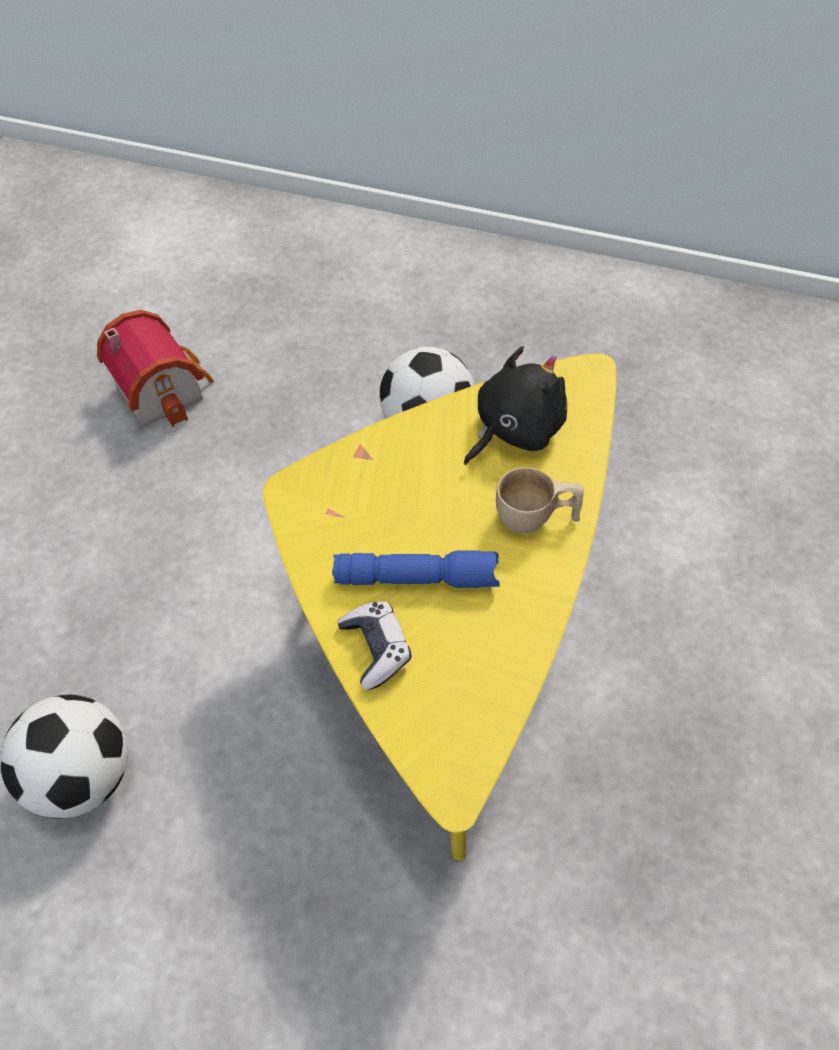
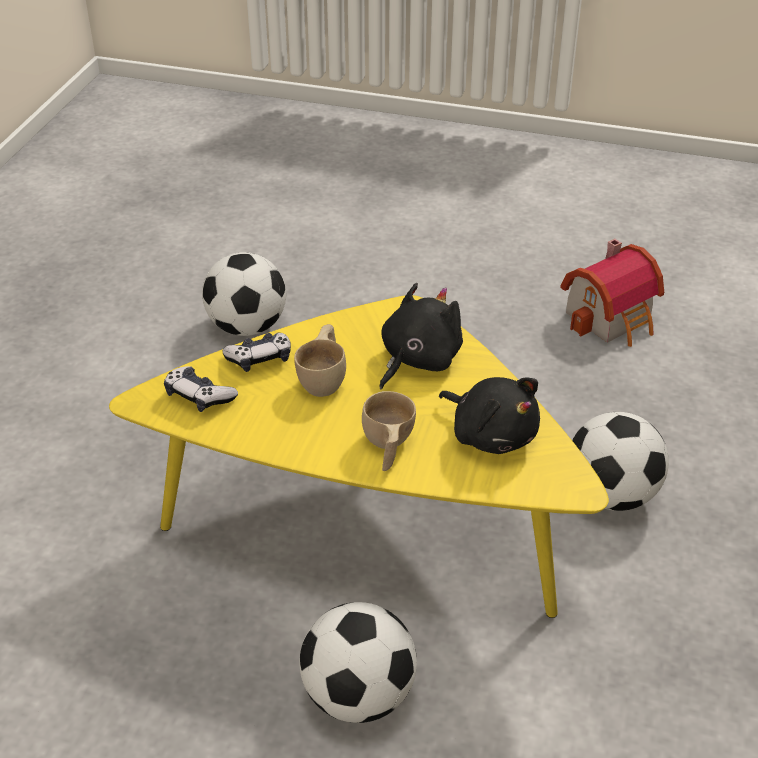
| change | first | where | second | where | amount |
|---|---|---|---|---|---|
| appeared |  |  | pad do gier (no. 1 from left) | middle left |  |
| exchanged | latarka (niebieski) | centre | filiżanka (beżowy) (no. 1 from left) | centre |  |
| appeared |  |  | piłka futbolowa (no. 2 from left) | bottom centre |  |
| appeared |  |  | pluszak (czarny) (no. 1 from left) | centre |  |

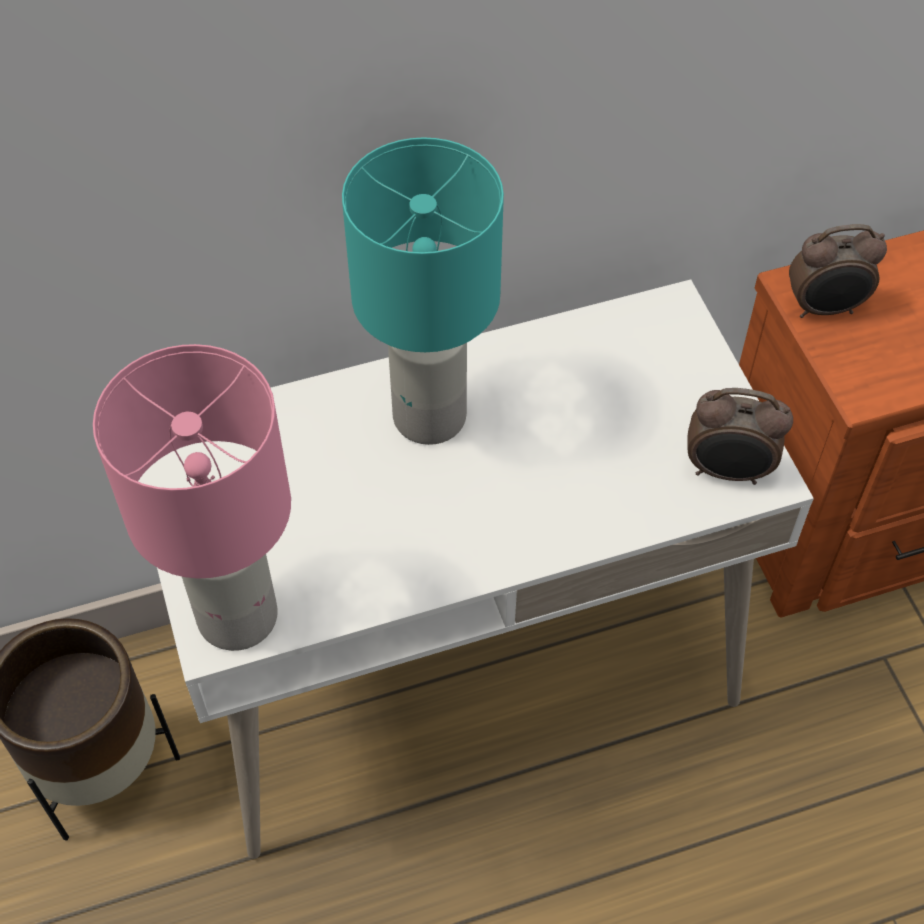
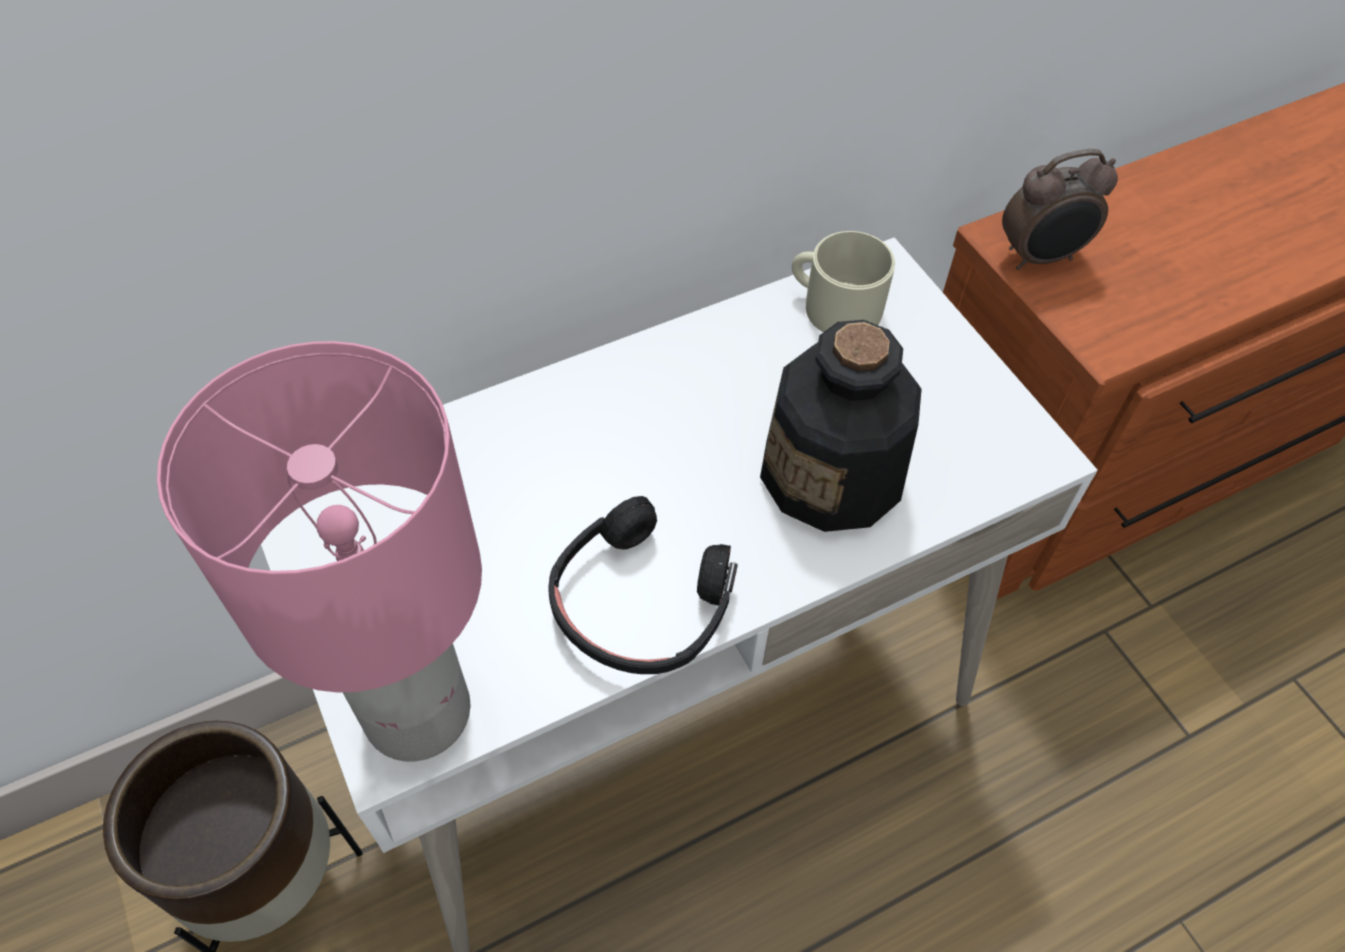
| change | first | where | second | where | amount |
|---|---|---|---|---|---|
| appeared |  |  | słuchawki (czarny) | centre |  |
| appeared |  |  | butelka | centre |  |
| appeared |  |  | kubek (beżowy) | top centre |  |
| missing | lampa stołowa (turkusowy) | top centre |  |  |  |
| missing | budzik (no. 1 from left) | middle right |  |  |  |

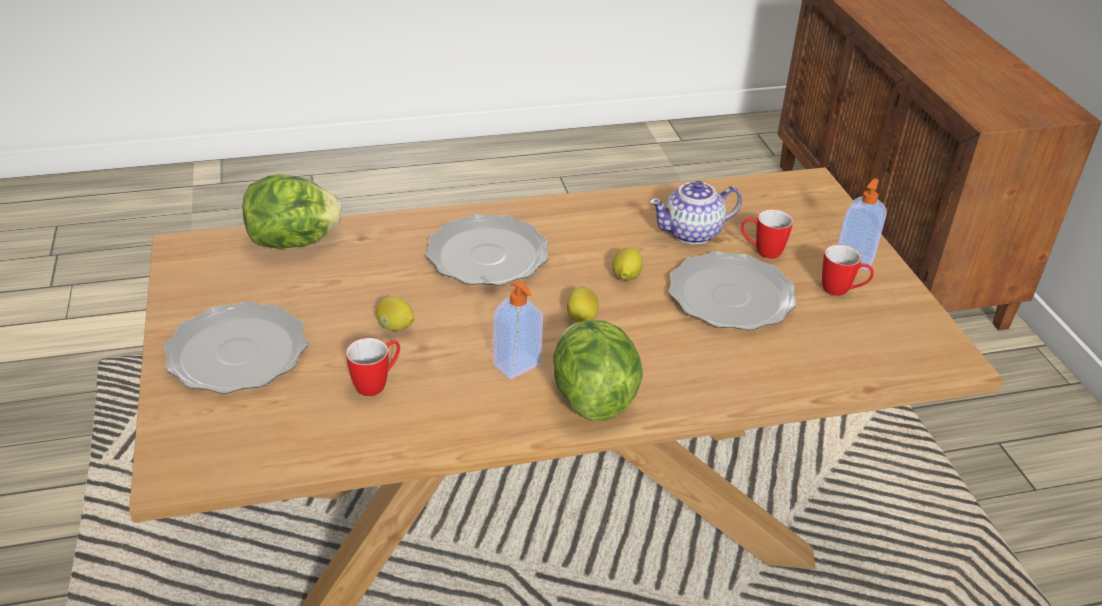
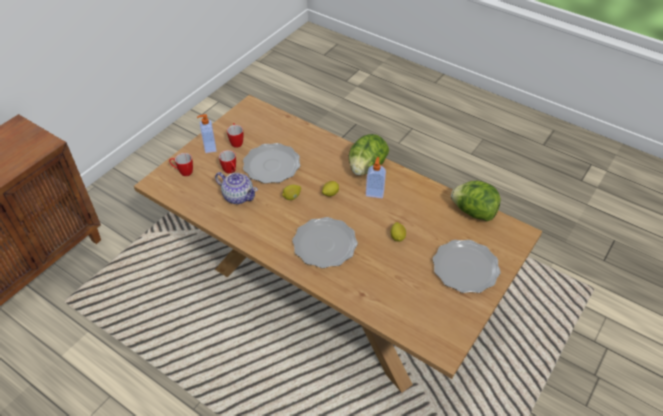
| change | first | where | second | where | amount |
|---|---|---|---|---|---|
| relocated | kubek (no. 1 from left) | centre |  | middle left |  |
| relocated | sałata (no. 1 from left in the first image) | middle left | sałata (no. 2 from left) | middle right |  |

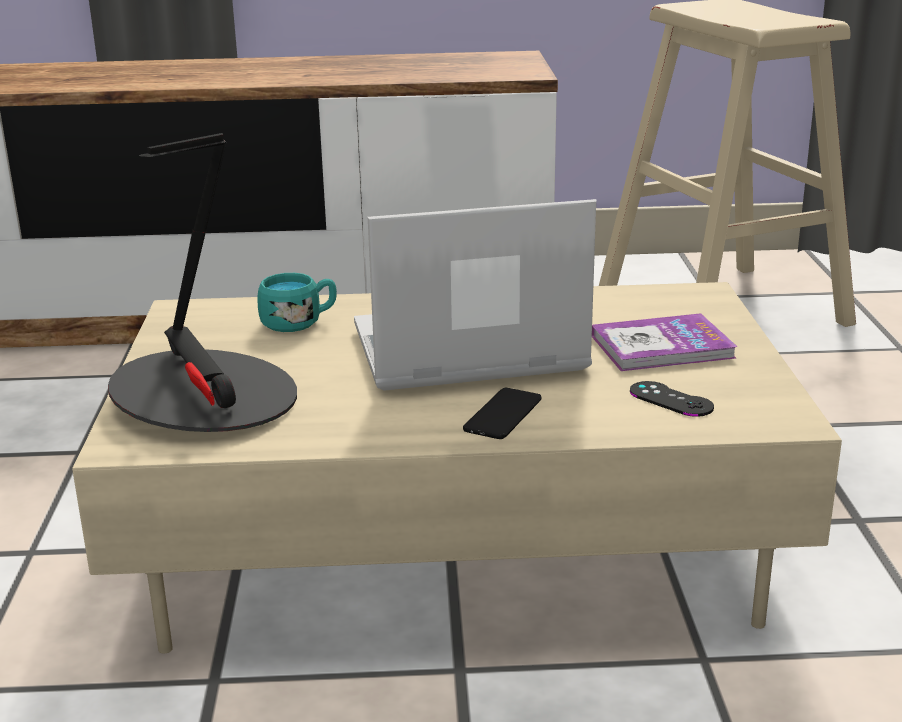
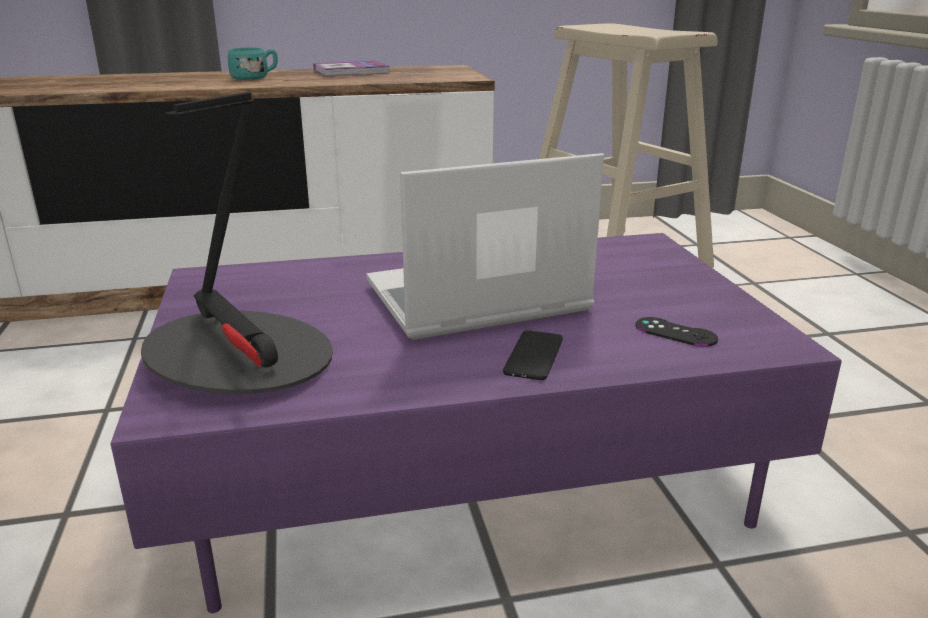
| change | first | where | second | where | amount |
|---|---|---|---|---|---|
| colour | ława (beżowy) | centre | ława (fioletowy) | bottom centre |  |
| relocated | kubek (turkusowy) | middle left |  | top left |  |
| relocated | książka | middle right |  | top centre |  |

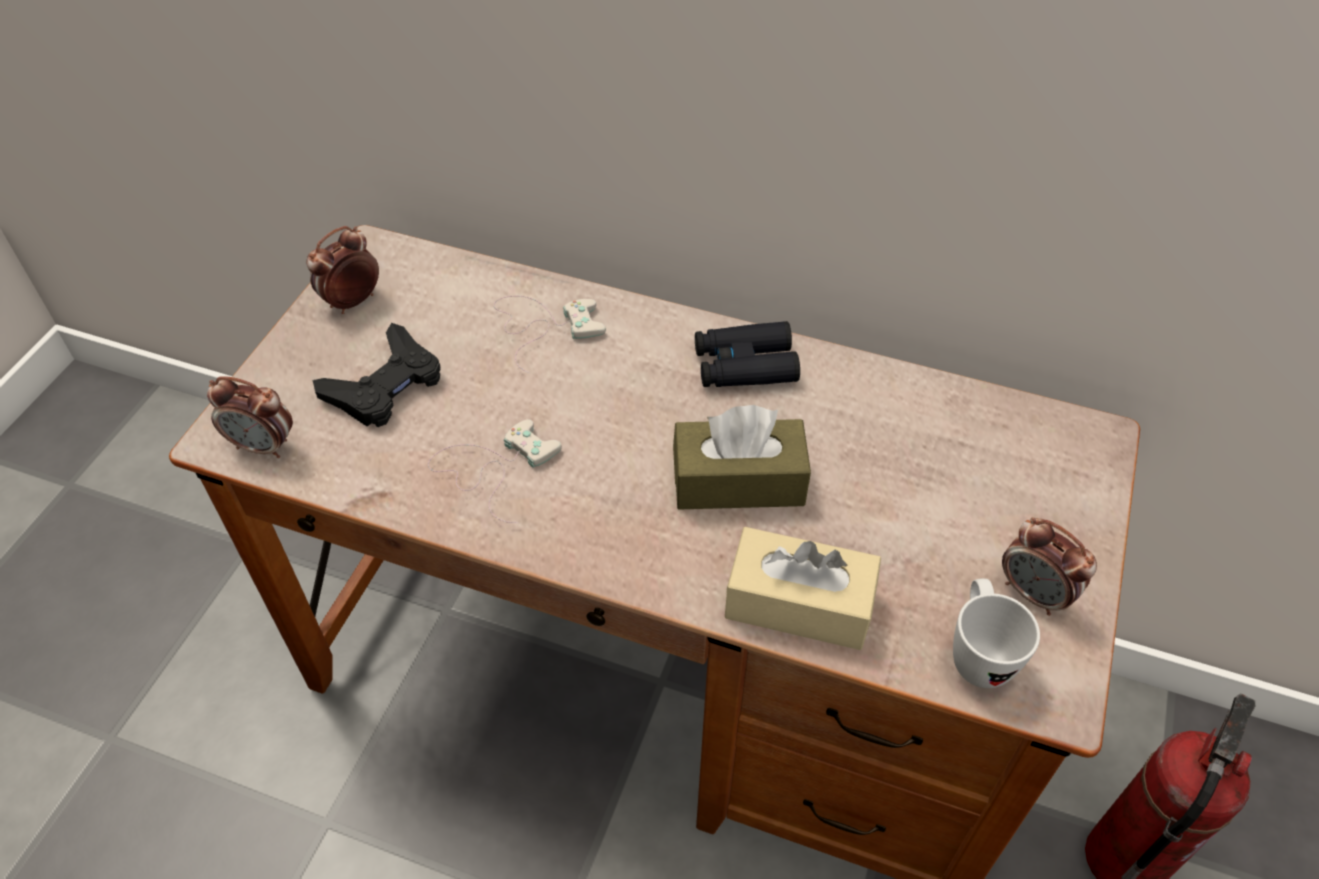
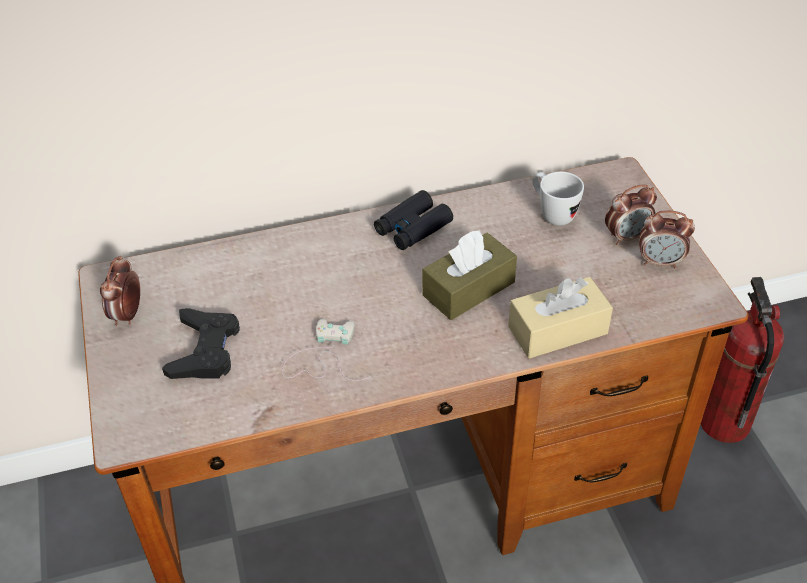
| change | first | where | second | where | amount |
|---|---|---|---|---|---|
| relocated | kubek (biały) | bottom right |  | middle right |  |
| relocated | budzik (no. 1 from left in the first image) | middle left | budzik (no. 2 from left) | middle right |  |
| missing | pad do gier (biały) (no. 2 from left) | centre |  |  |  |

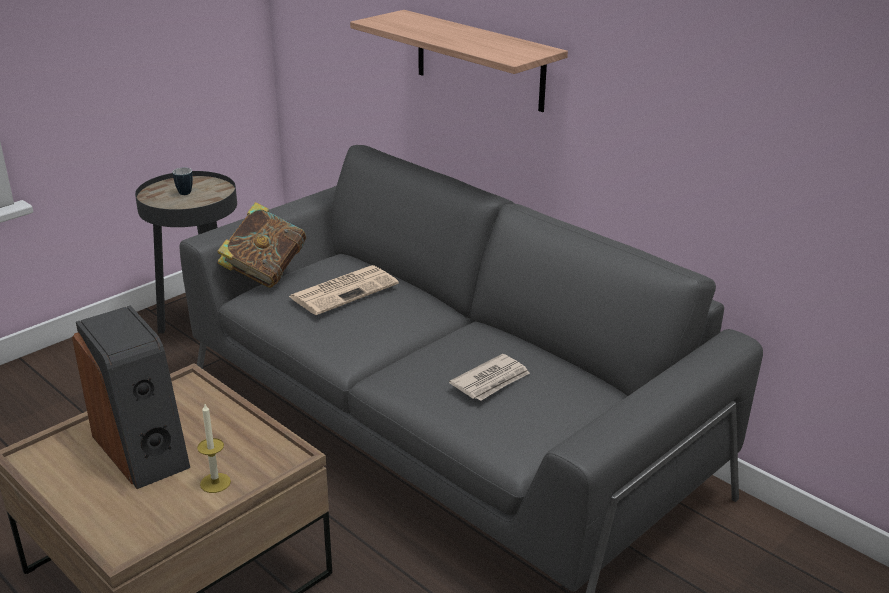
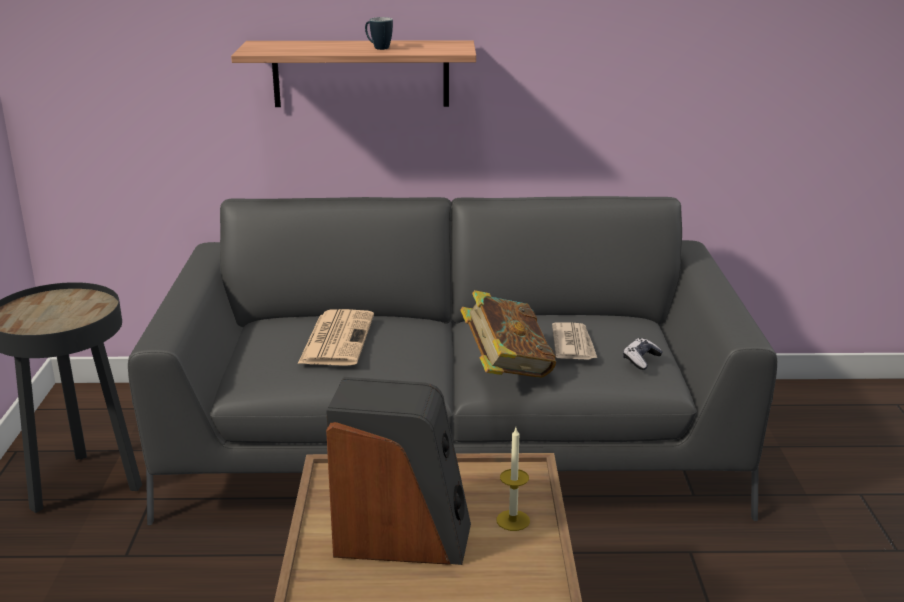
| change | first | where | second | where | amount |
|---|---|---|---|---|---|
| relocated | kubek | top left |  | top centre |  |
| relocated | książka | middle left |  | centre |  |
| appeared |  |  | pad do gier | middle right |  |

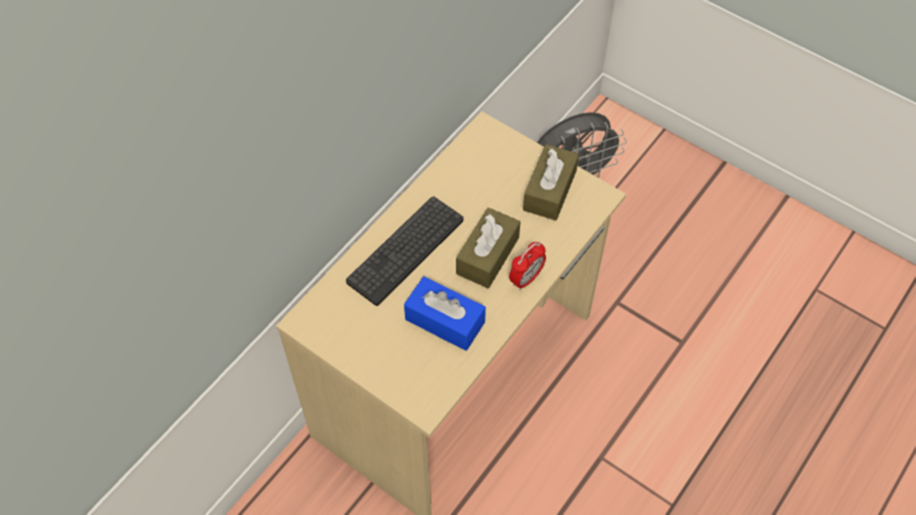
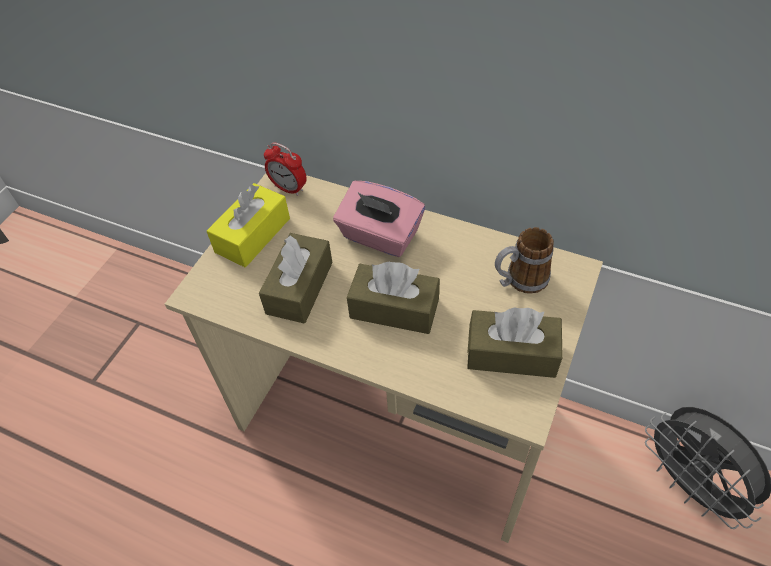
| change | first | where | second | where | amount |
|---|---|---|---|---|---|
| appeared |  |  | pudełko chusteczek (żółty) | middle left |  |
| colour | pudełko chusteczek (niebieski) | centre | pudełko chusteczek (brązowy) (no. 1 from left) | centre |  |
| relocated | budzik | centre |  | top centre |  |
| exchanged | klawiatura | centre | pudełko chusteczek (różowy) | centre |  |
| appeared |  |  | kubek | middle right |  |

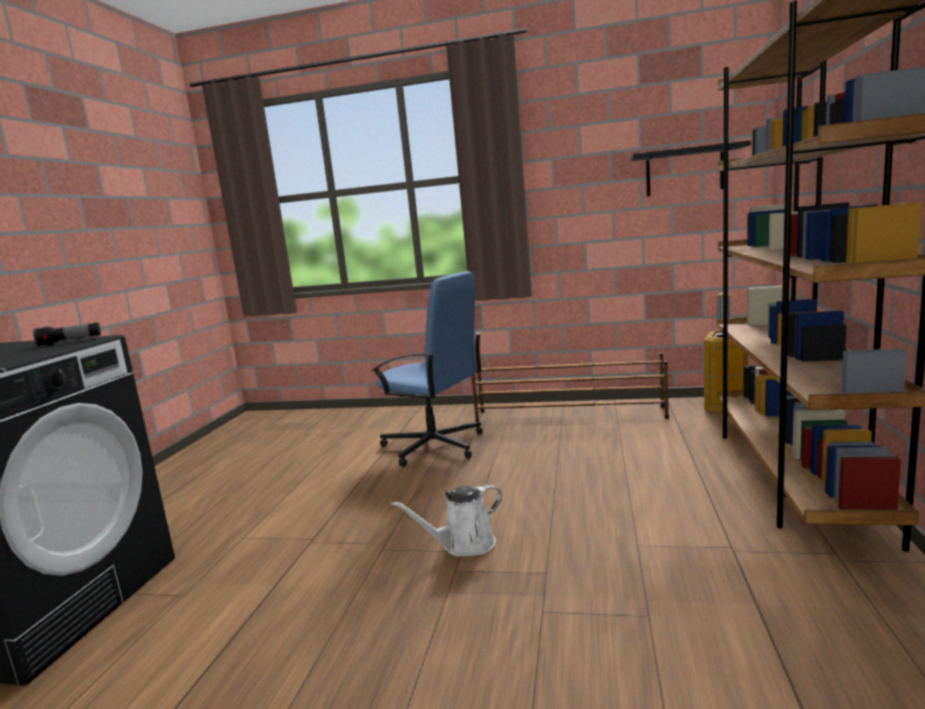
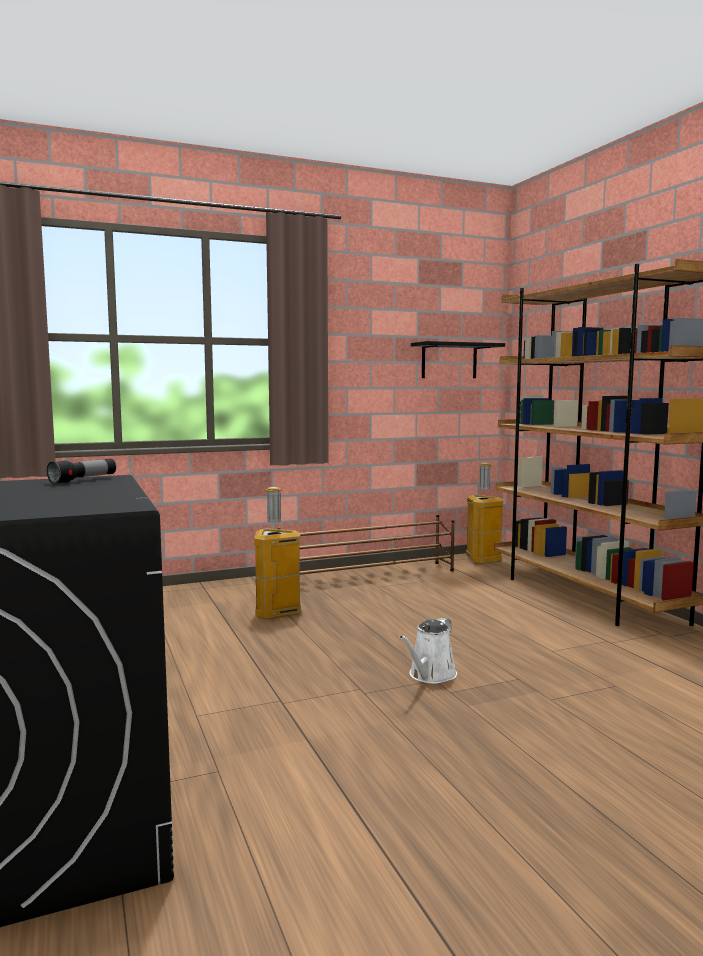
| change | first | where | second | where | amount |
|---|---|---|---|---|---|
| exchanged | krzesło biurowe (niebieski) | centre | kosz na śmieci (no. 1 from left) | centre |  |

